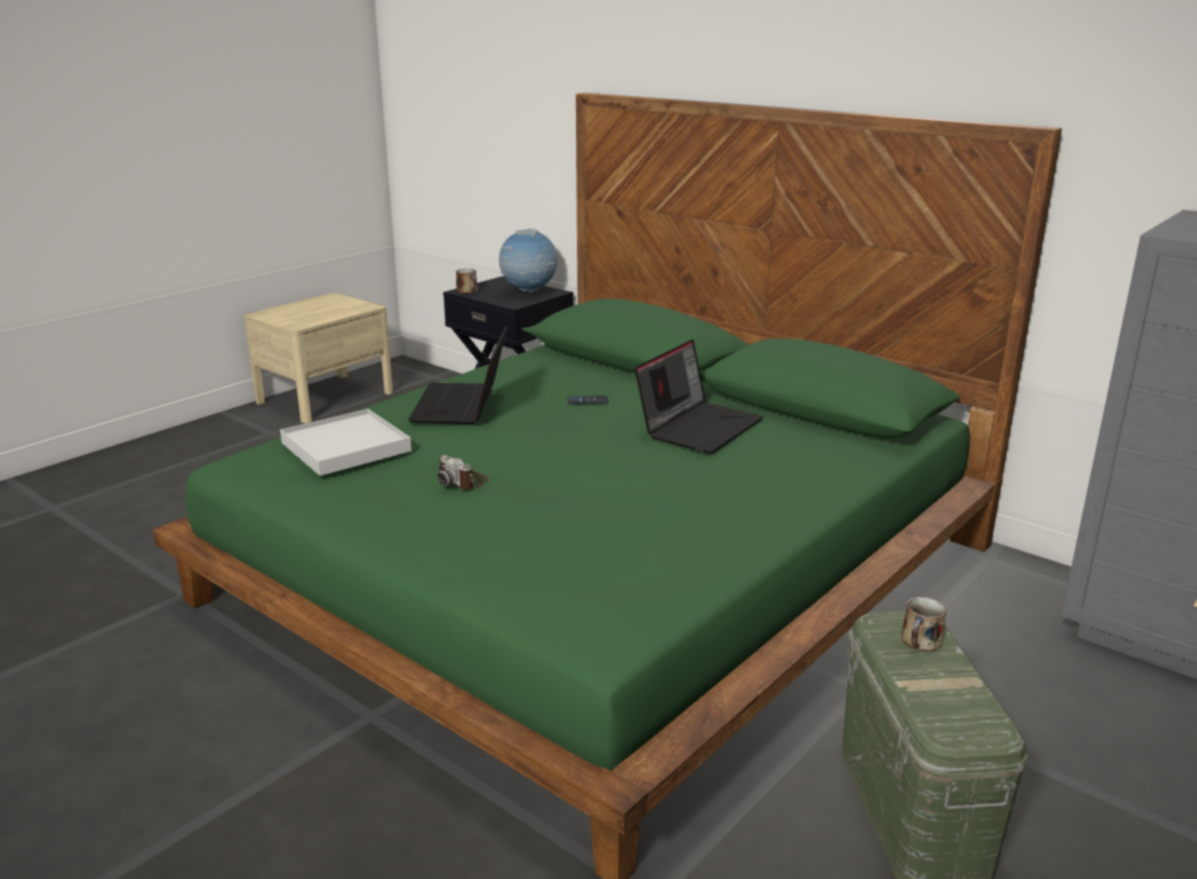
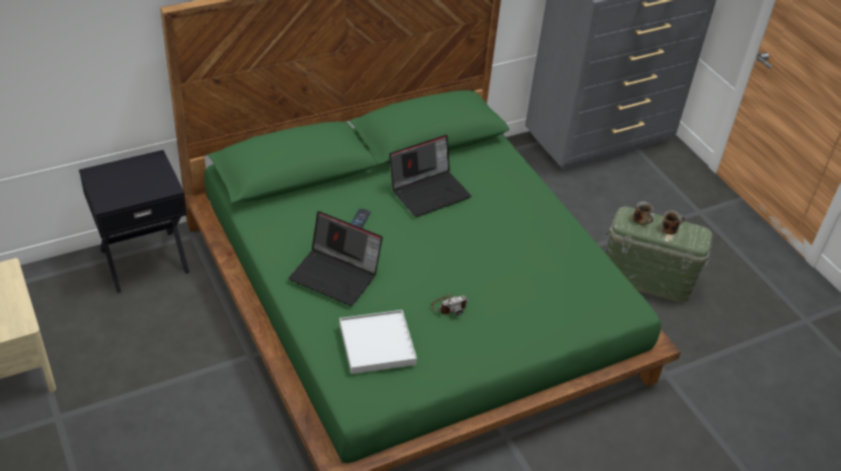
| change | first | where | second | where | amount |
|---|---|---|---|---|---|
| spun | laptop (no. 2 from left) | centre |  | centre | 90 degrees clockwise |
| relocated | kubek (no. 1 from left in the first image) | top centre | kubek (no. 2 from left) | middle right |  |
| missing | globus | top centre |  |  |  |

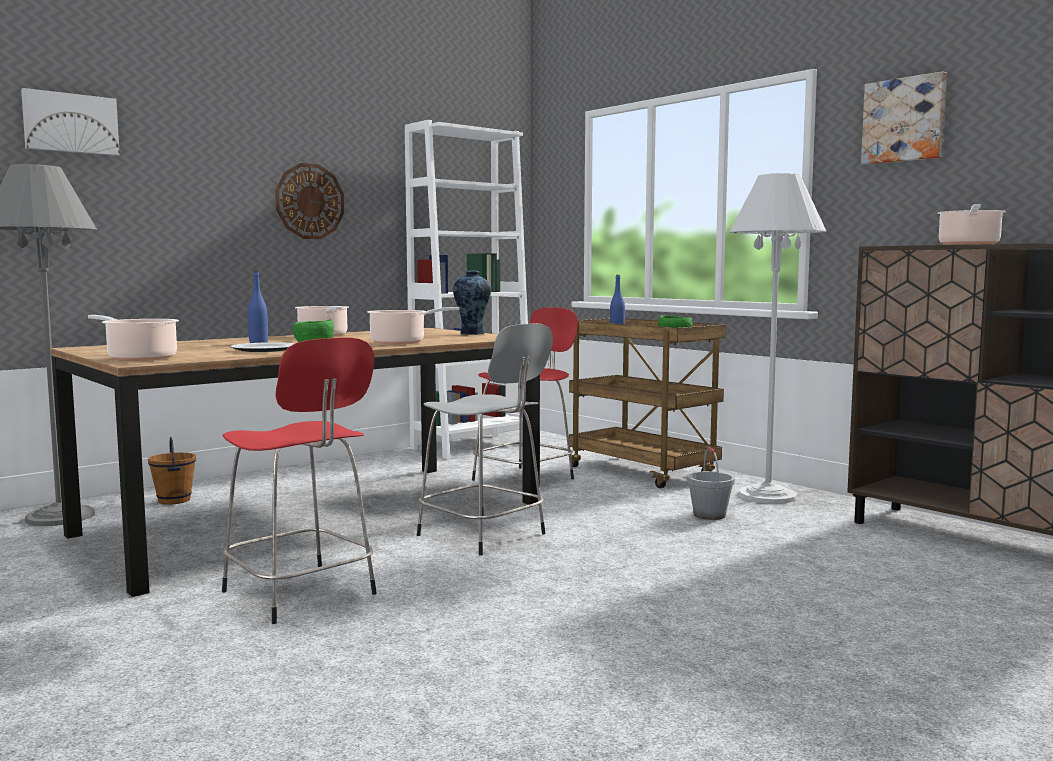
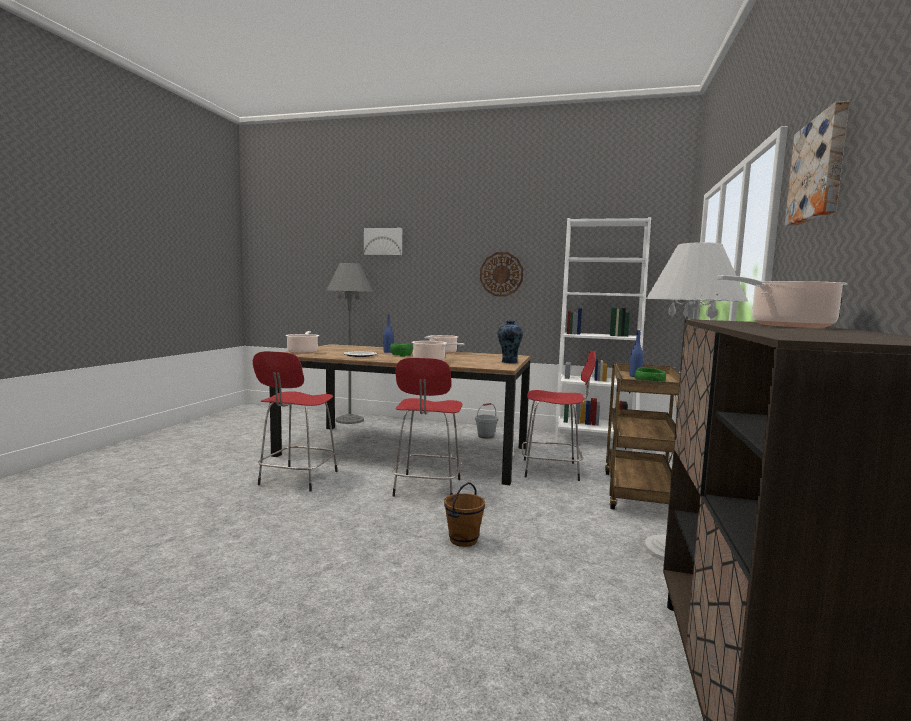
| change | first | where | second | where | amount |
|---|---|---|---|---|---|
| colour | stołek (szary) | centre | stołek (czerwony) (no. 2 from left) | centre |  |
| relocated | wiadro (brązowy) | middle left |  | bottom centre |  |
| relocated | wiadro (szary) | middle right |  | centre |  |

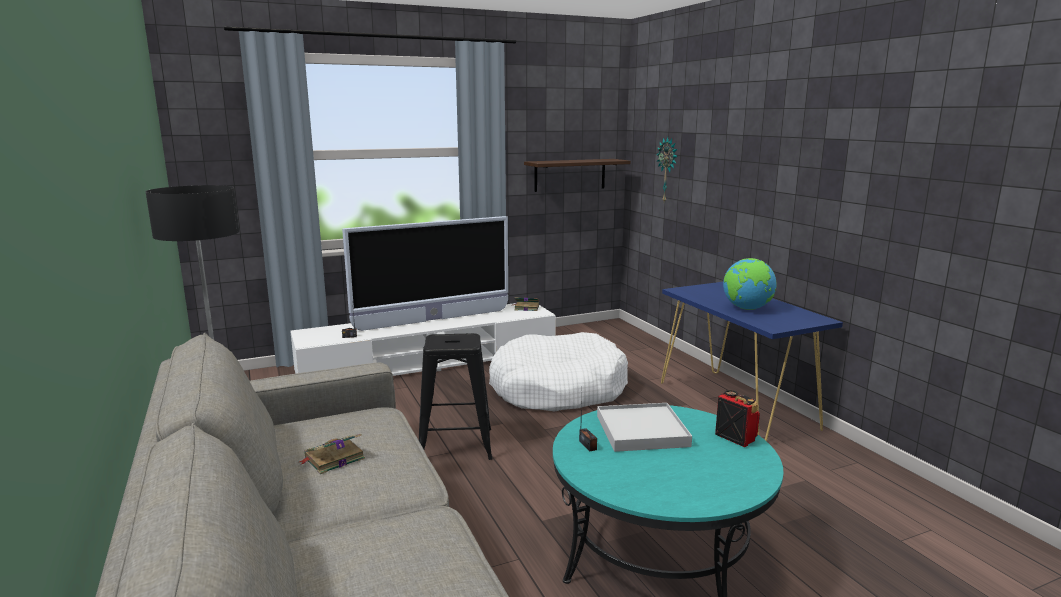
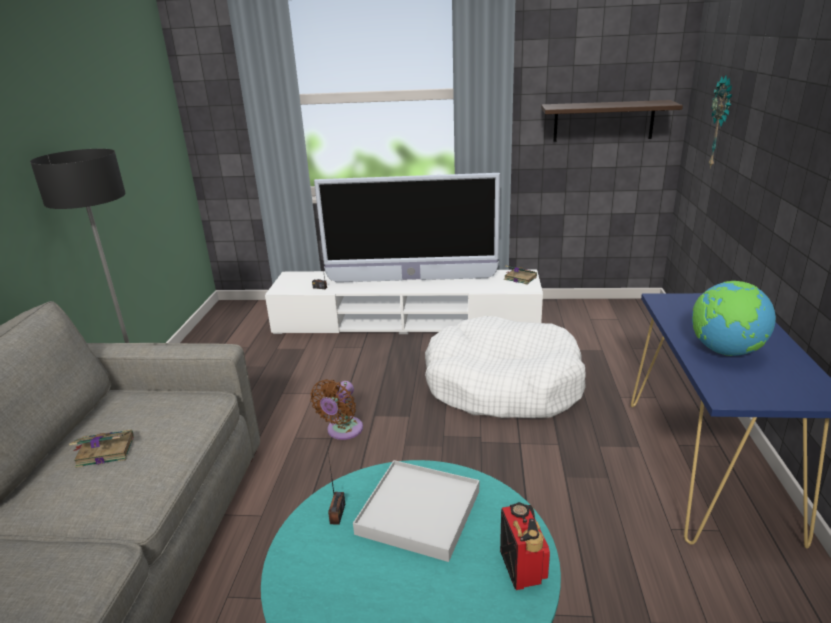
| change | first | where | second | where | amount |
|---|---|---|---|---|---|
| exchanged | stołek (czarny) | centre | wentylator (brązowy) | centre |  |

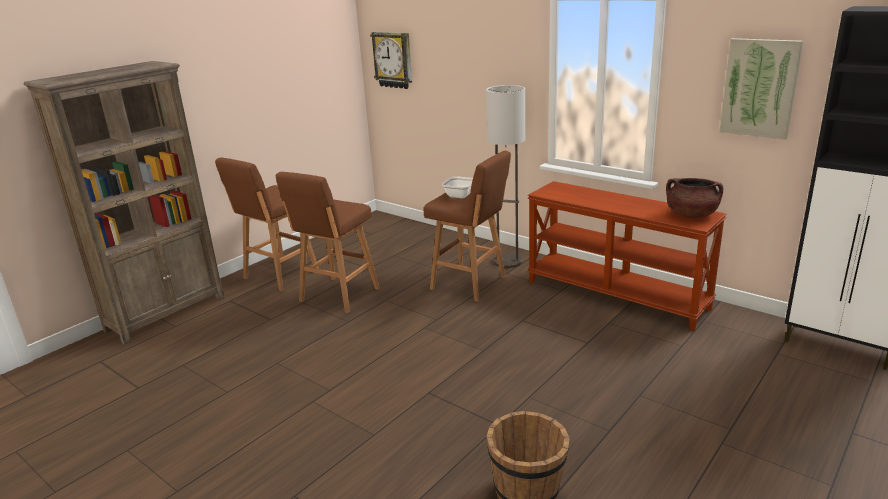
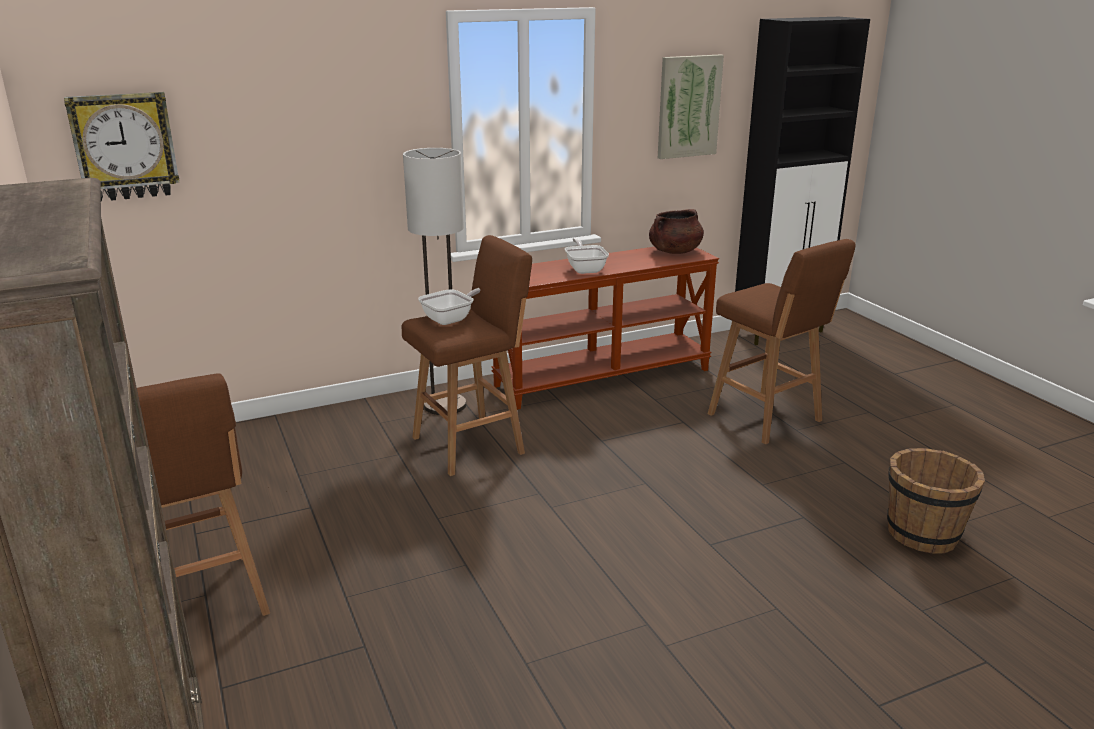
| change | first | where | second | where | amount |
|---|---|---|---|---|---|
| appeared |  |  | patelnia (no. 2 from left) | centre |  |
| relocated | stołek (brązowy) (no. 2 from left in the first image) | centre | stołek (brązowy) (no. 3 from left) | middle right |  |

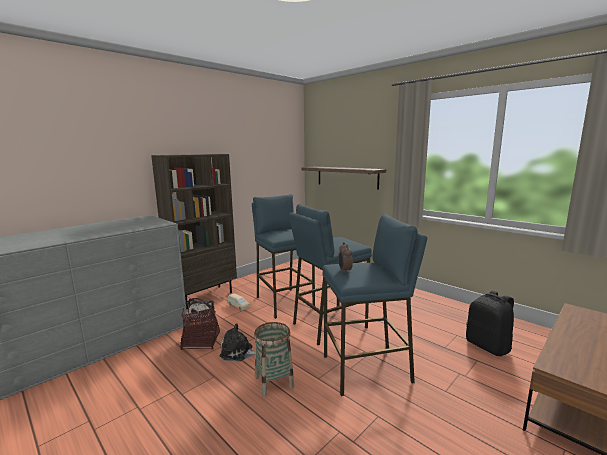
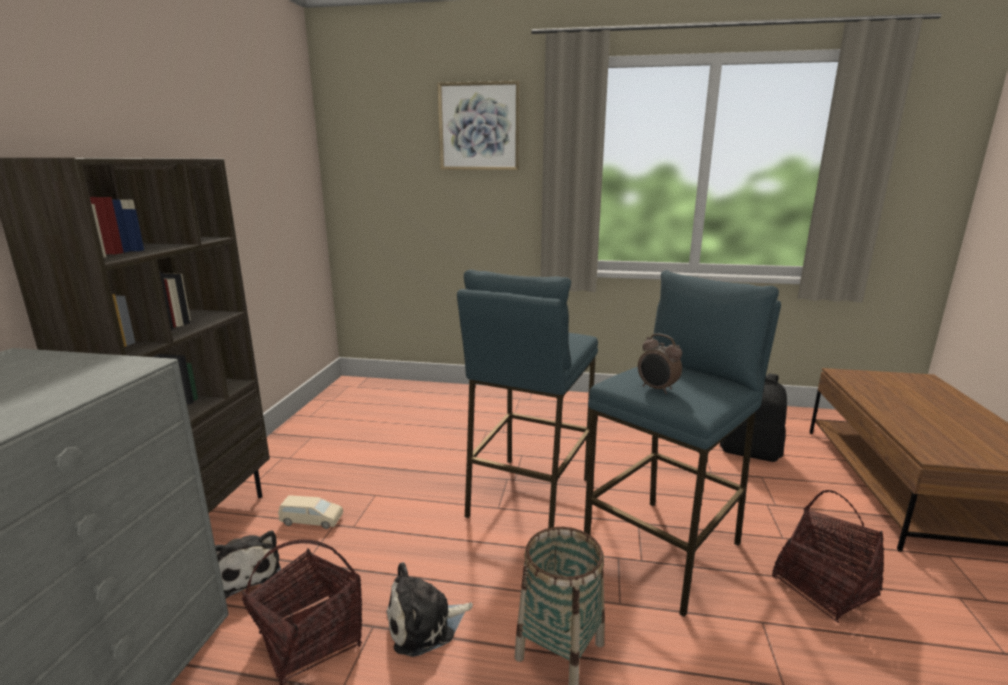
| change | first | where | second | where | amount |
|---|---|---|---|---|---|
| appeared |  |  | obraz | top centre |  |
| appeared |  |  | koszyk (no. 3 from left) | bottom right |  |
| missing | stołek (niebieski) (no. 1 from left) | centre |  |  |  |
| missing | półka | centre |  |  |  |

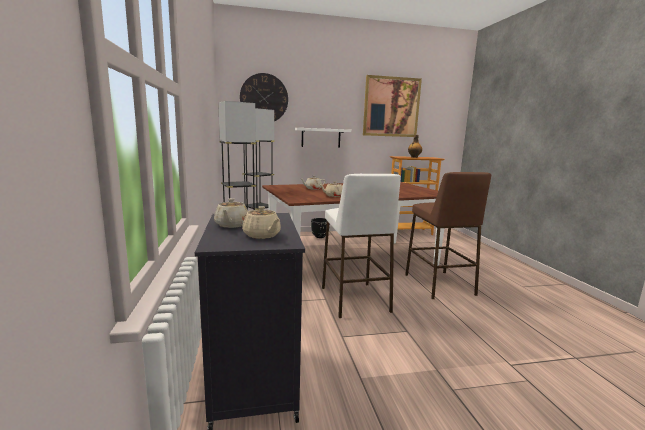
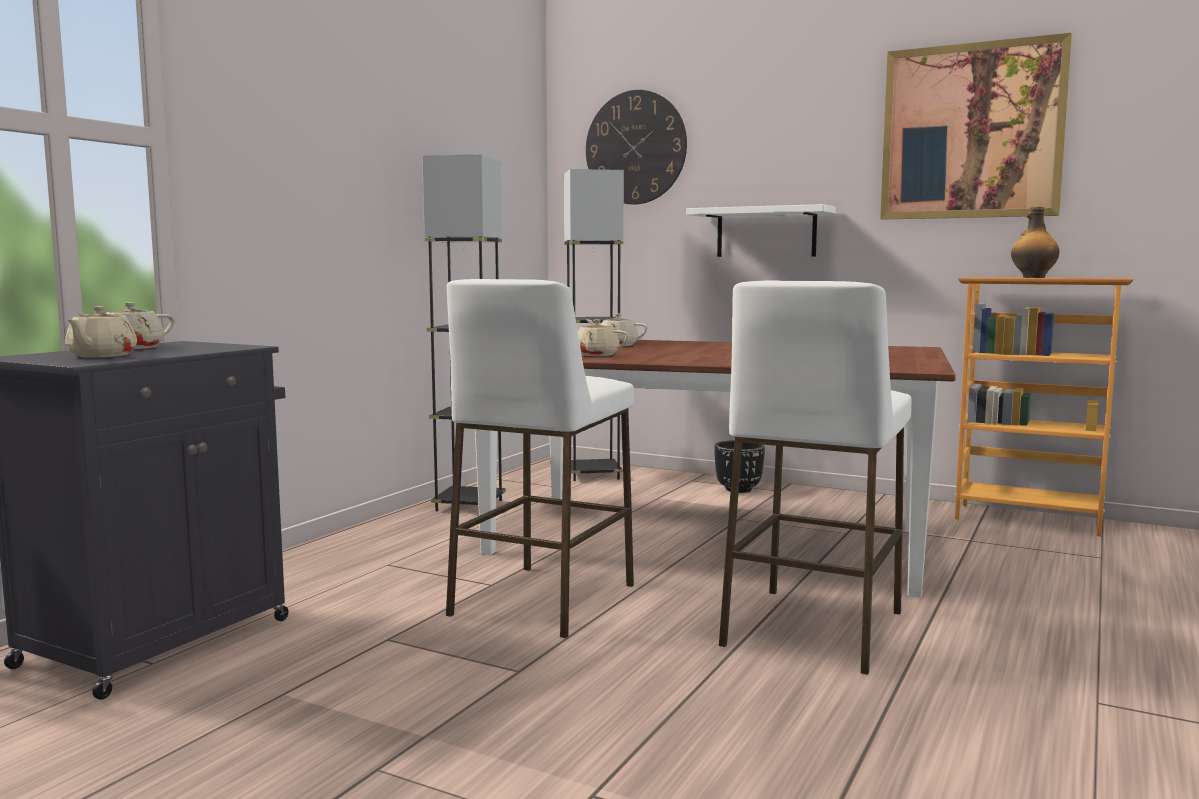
| change | first | where | second | where | amount |
|---|---|---|---|---|---|
| colour | stołek (brązowy) | middle right | stołek (biały) (no. 2 from left) | middle right |  |

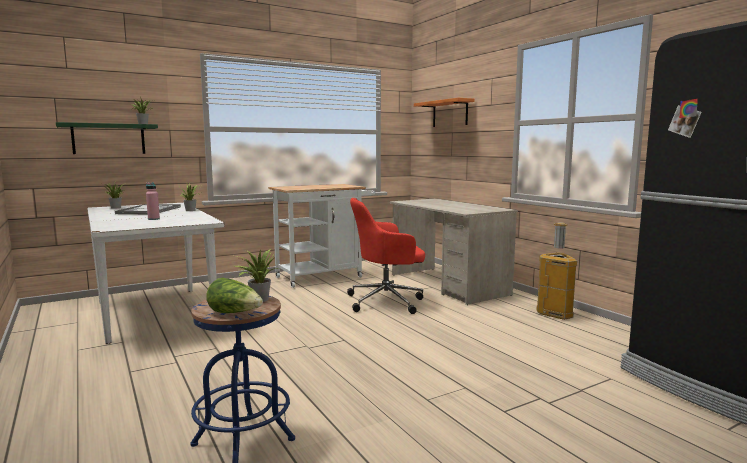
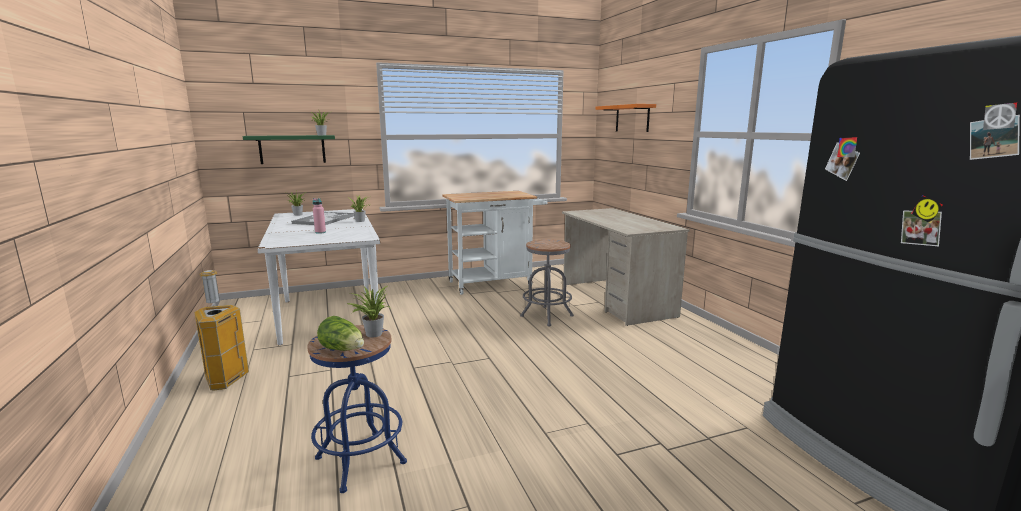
| change | first | where | second | where | amount |
|---|---|---|---|---|---|
| relocated | kosz na śmieci | middle right |  | middle left |  |
| exchanged | krzesło biurowe (czerwony) | centre | stołek (szary) | centre |  |

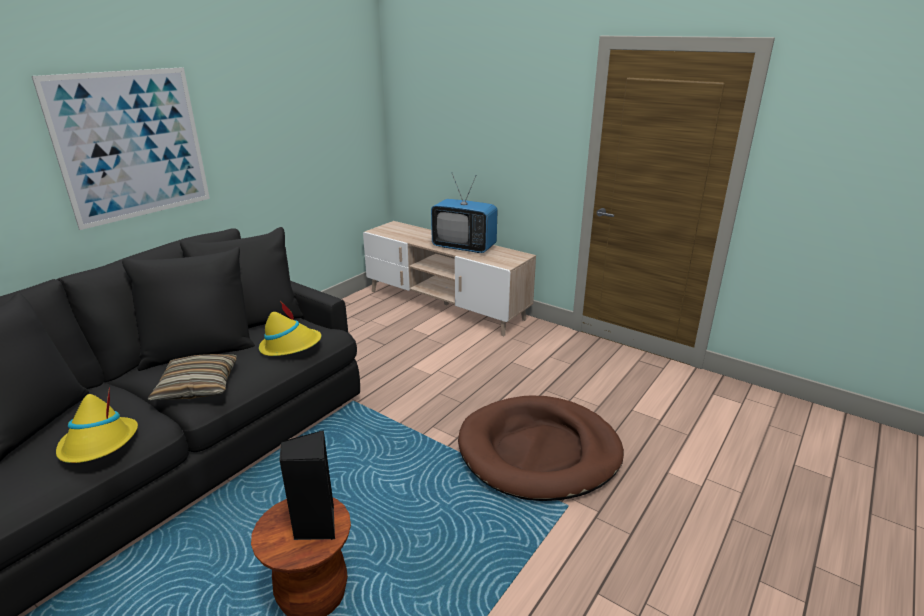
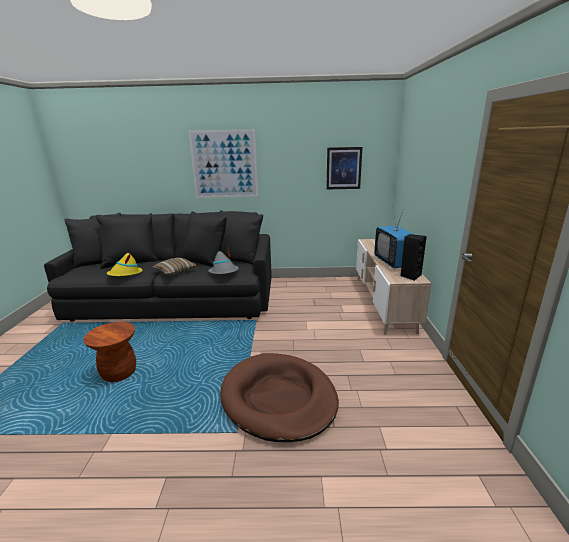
| change | first | where | second | where | amount |
|---|---|---|---|---|---|
| colour | kapelusz (żółty) (no. 2 from left) | middle left | kapelusz (szary) | centre |  |
| appeared |  |  | obraz (no. 2 from left) | top centre |  |
| relocated | głośnik (czarny) | bottom left |  | middle right |  |

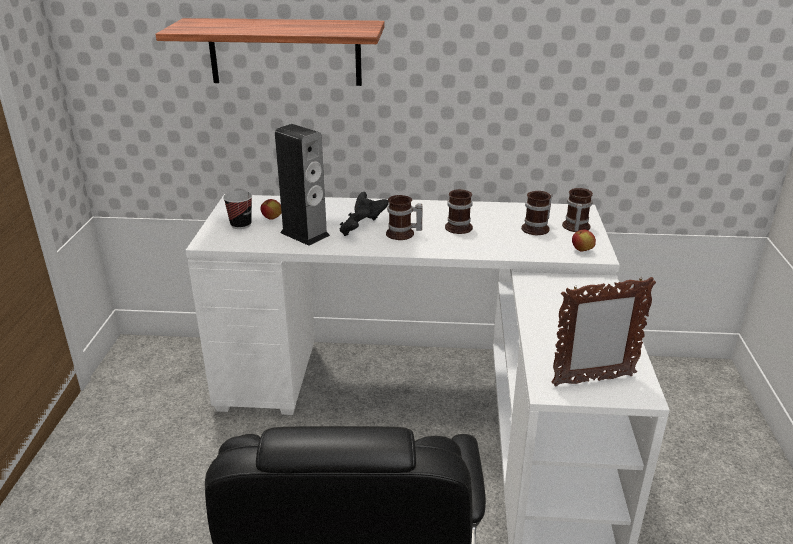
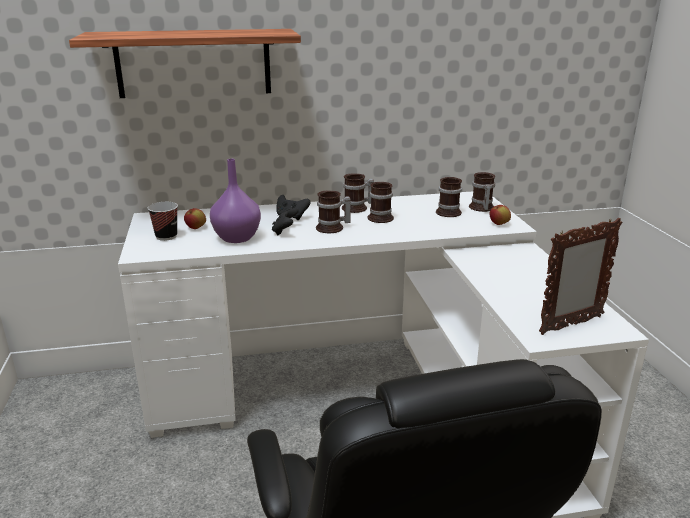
| change | first | where | second | where | amount |
|---|---|---|---|---|---|
| exchanged | głośnik | centre | wazon (fioletowy) | centre |  |
| appeared |  |  | kubek (no. 2 from left) | centre |  |

